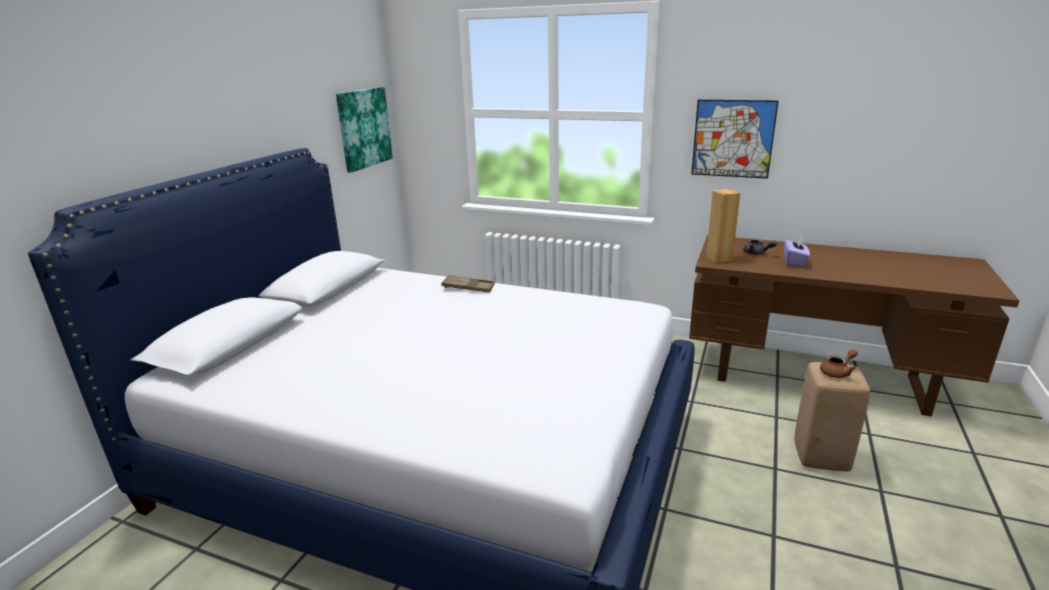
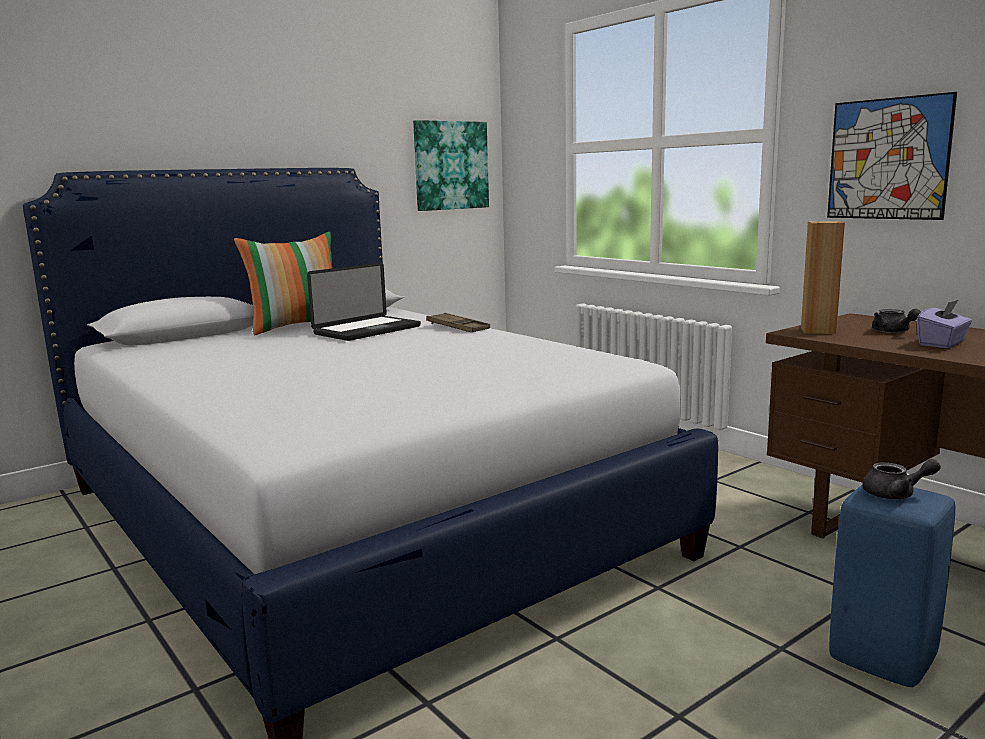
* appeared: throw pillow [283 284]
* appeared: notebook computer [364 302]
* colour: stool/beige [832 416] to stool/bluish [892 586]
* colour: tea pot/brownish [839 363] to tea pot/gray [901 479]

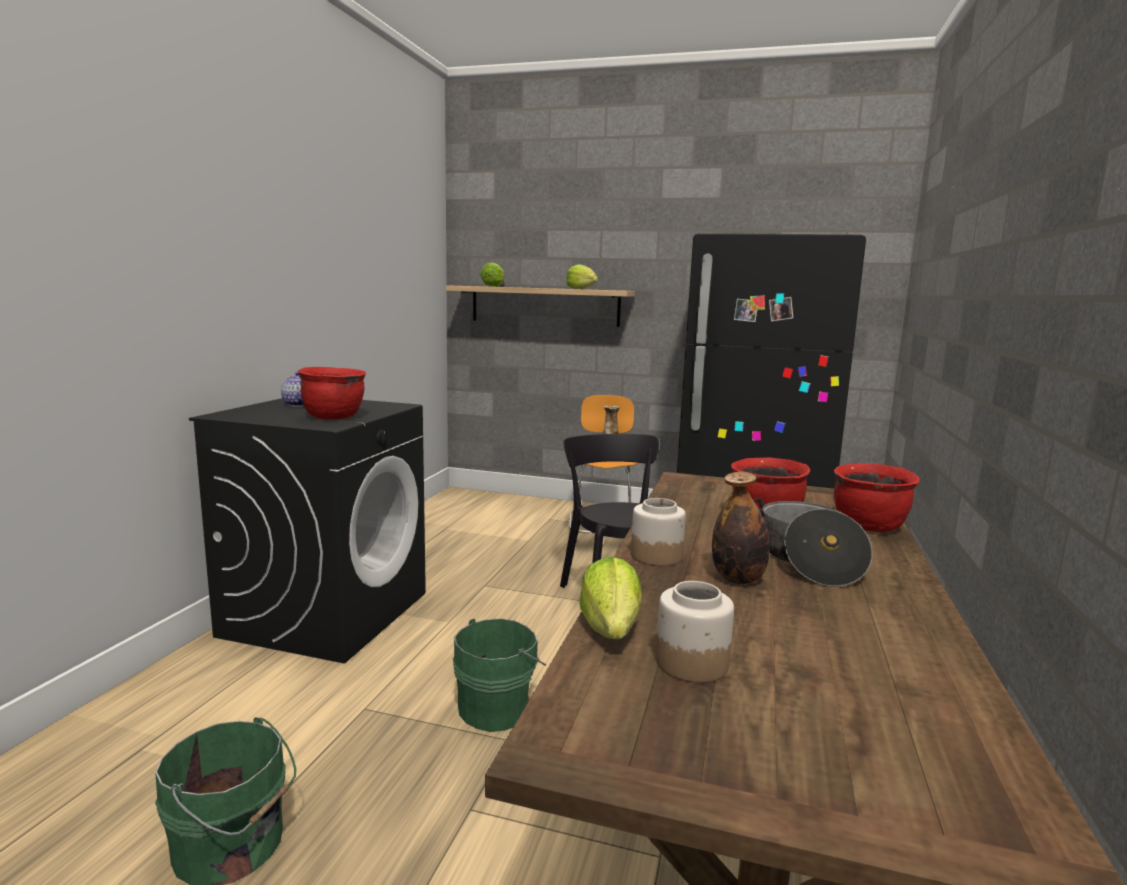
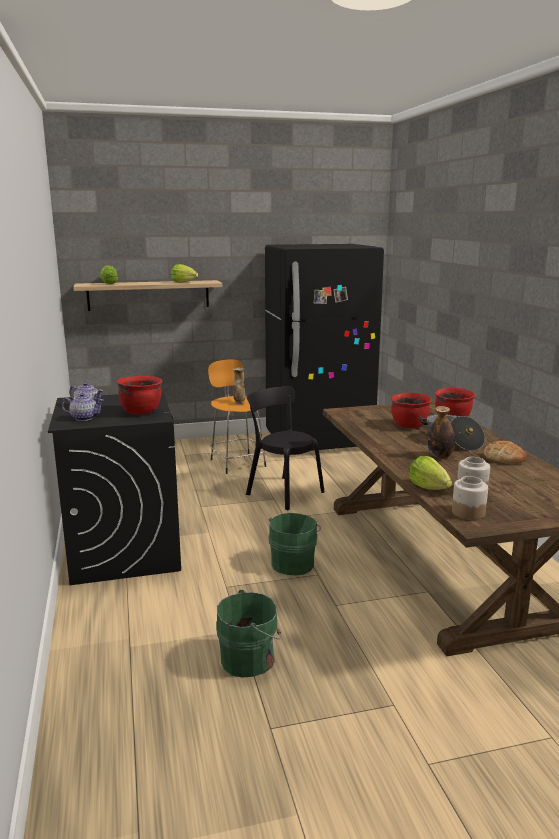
* appeared: tea pot [83 407]
* appeared: bread [505 452]
* relocated: preserve jar [658 532] to [470 498]

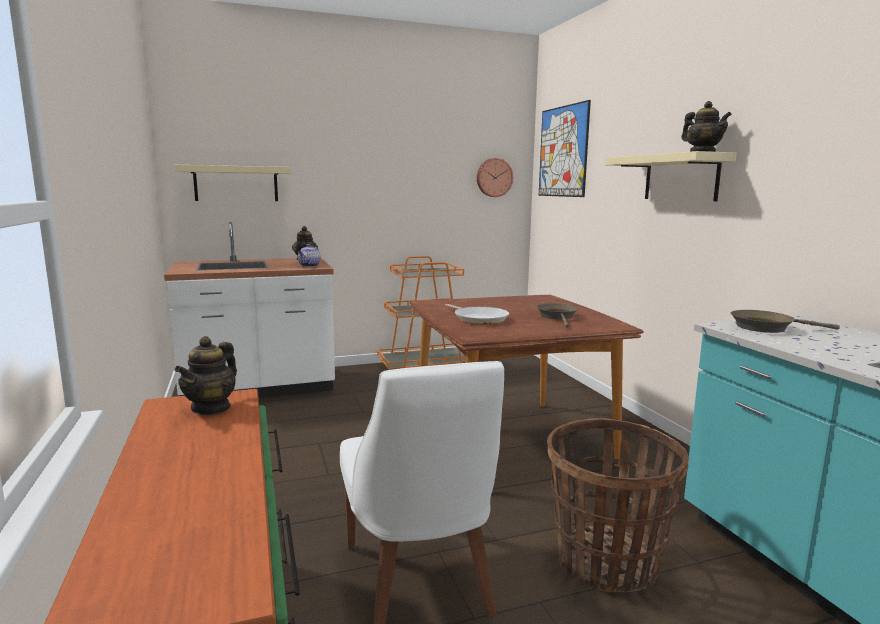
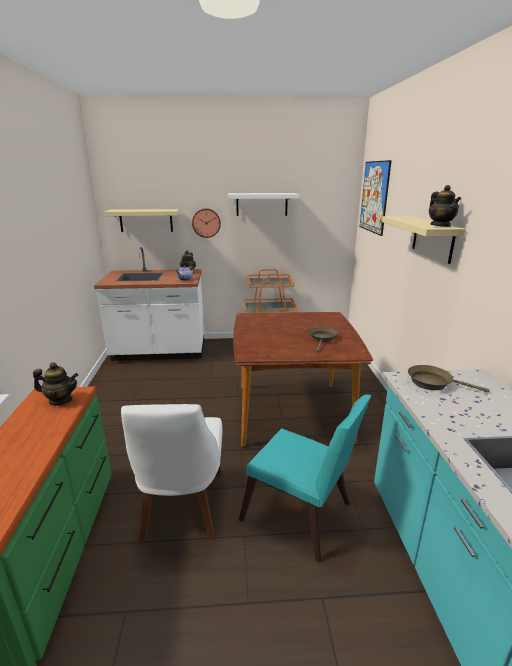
* missing: skillet [477 314]
* appeared: bracket shelf/white-coloured [264 204]
* relocated: clock on the wall [495 177] to [206 223]
* exchanged: basket [618 505] to chair/turquoise-coloured [305 479]
* spun: tea pot [206 375] = [55 384] 120 degrees counterclockwise

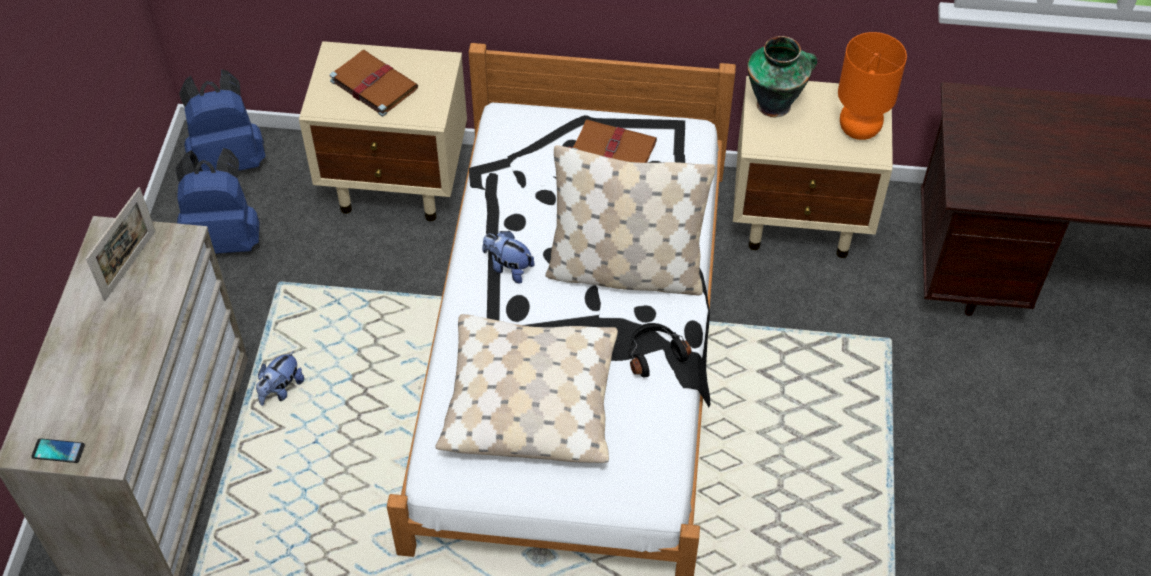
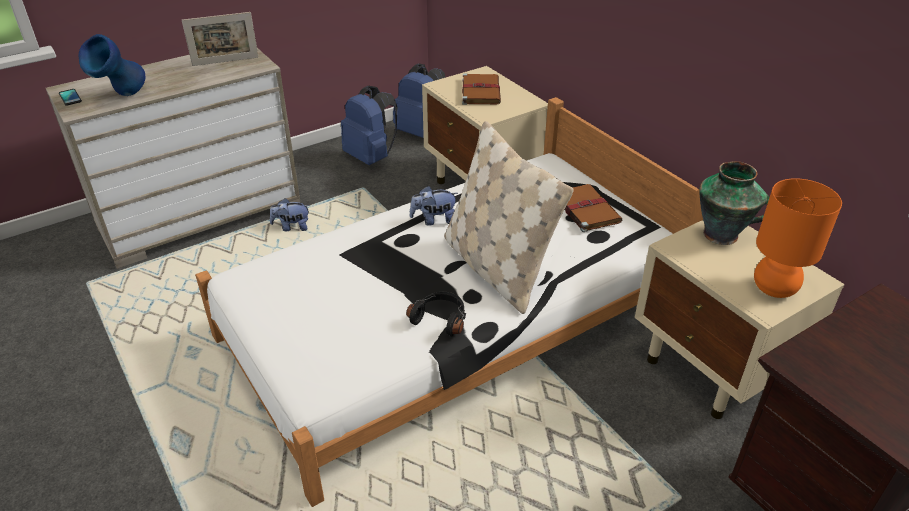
* missing: throw pillow/beige [526 388]
* appeared: vase/bluish [112 65]
* spun: cuddly toy [508 257] = [433 206] 90 degrees counterclockwise

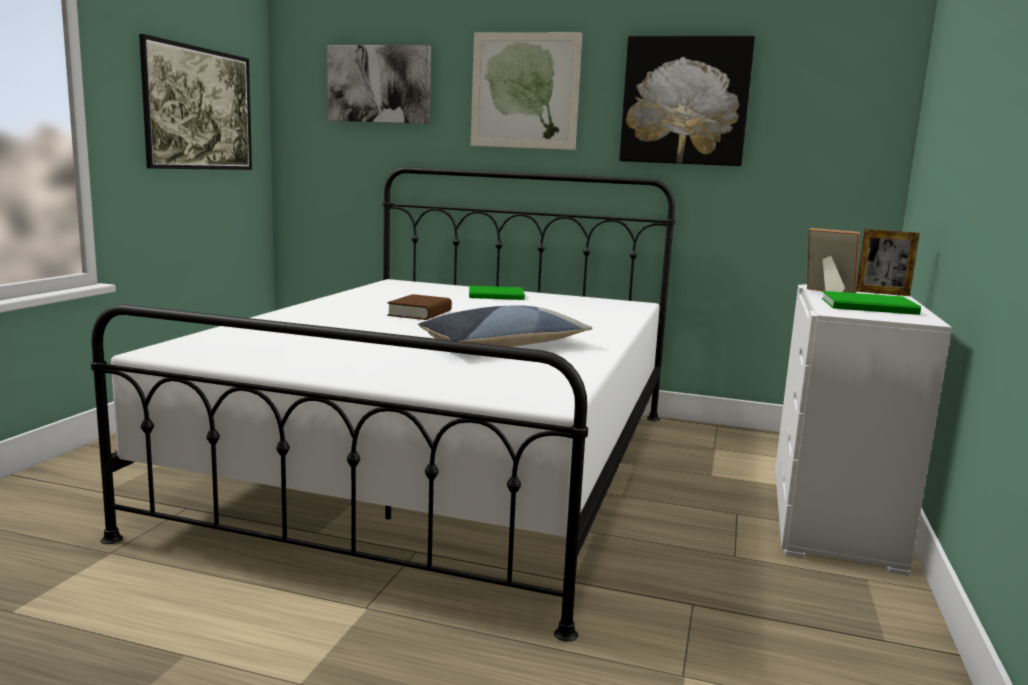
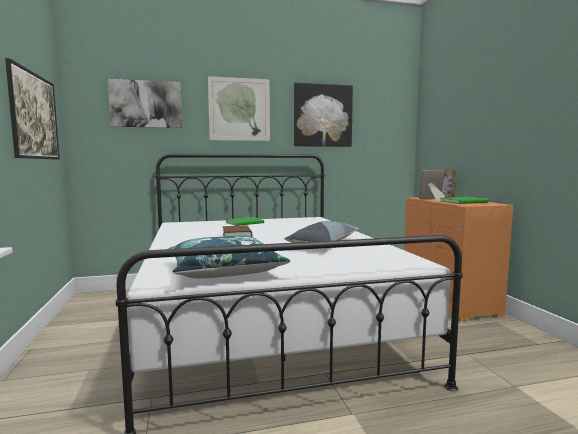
* appeared: throw pillow/bluish [229 257]
* colour: dresser/white-coloured [863 430] to dresser/orange-coloured [458 259]

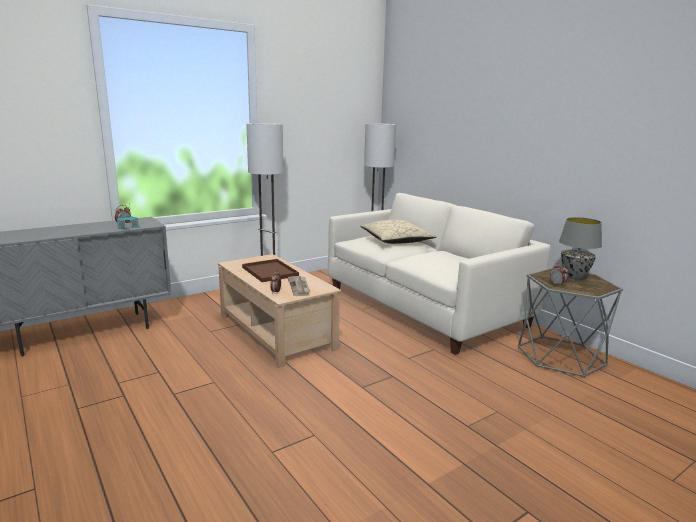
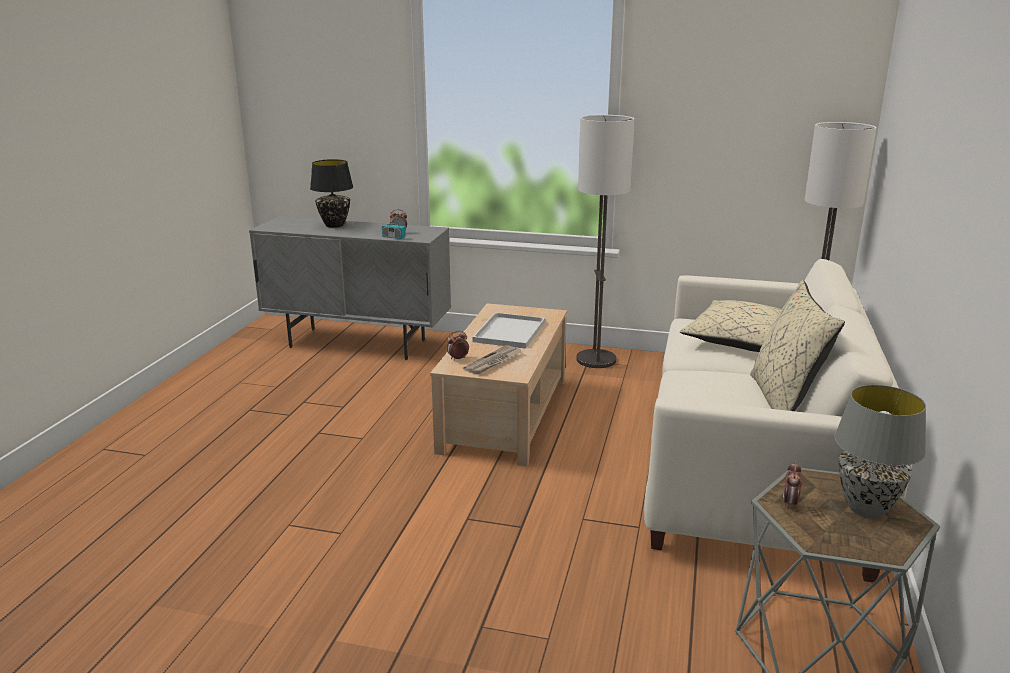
* appeared: table lamp/blackish [331 193]
* appeared: throw pillow/beige [797 345]
* colour: tray/brownish [270 270] to tray/white-coloured [508 330]

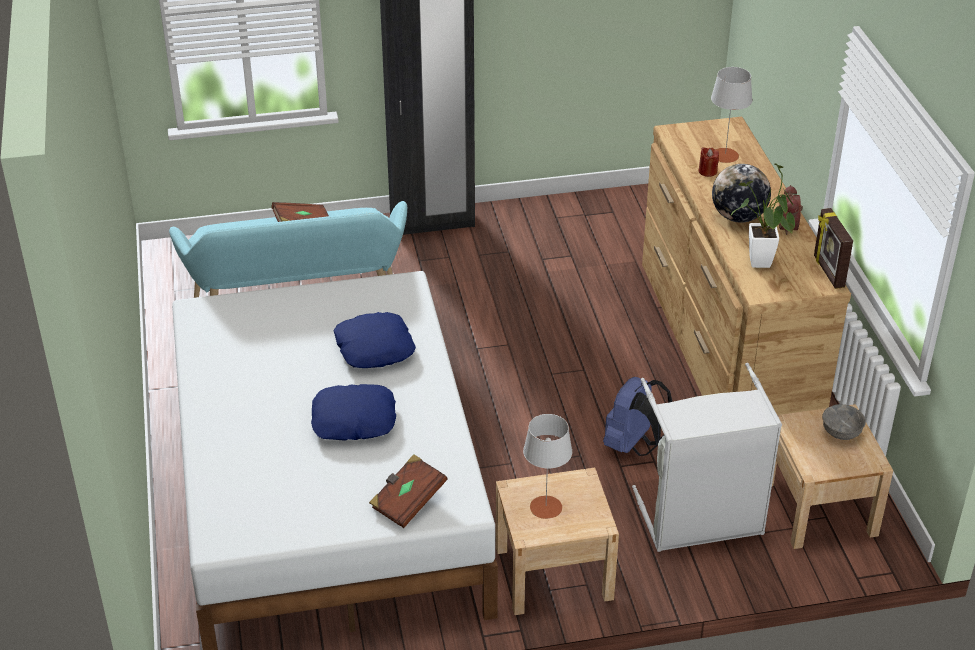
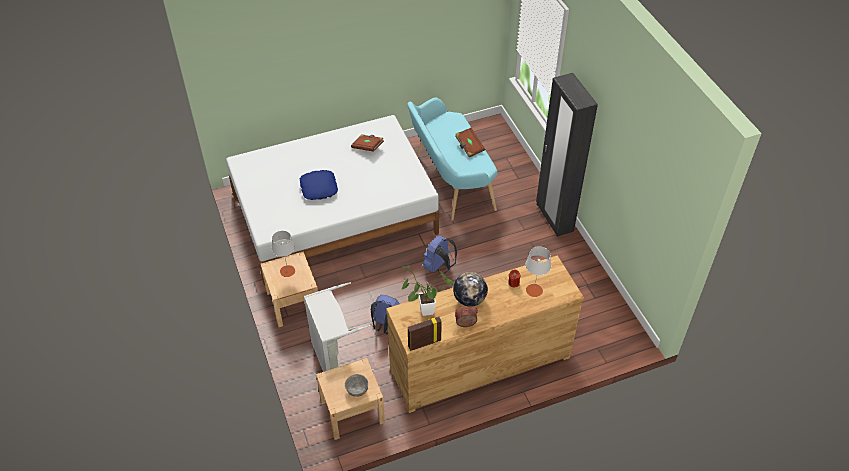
* missing: throw pillow/bluish [374 340]
* appeared: backpack/bluish [440 255]
* relocated: book/brownish [408 491] to [367 143]

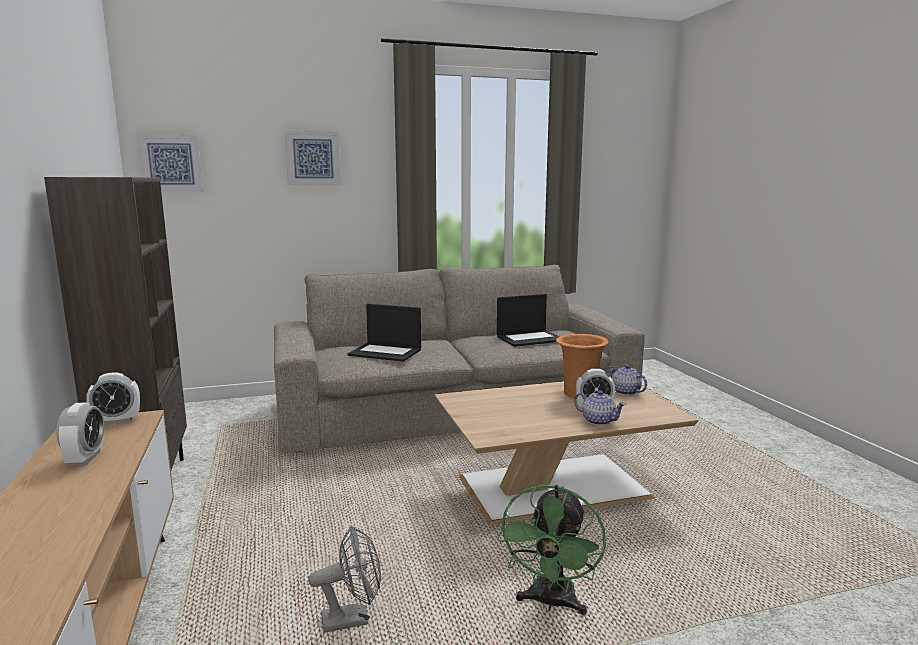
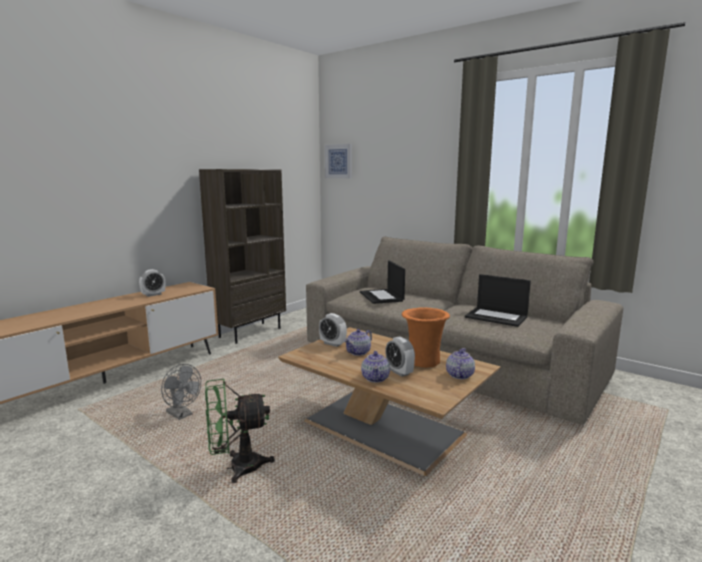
* missing: wall picture [313 158]
* appeared: tea pot [358 342]
* relocated: table clock [113 398] to [333 330]

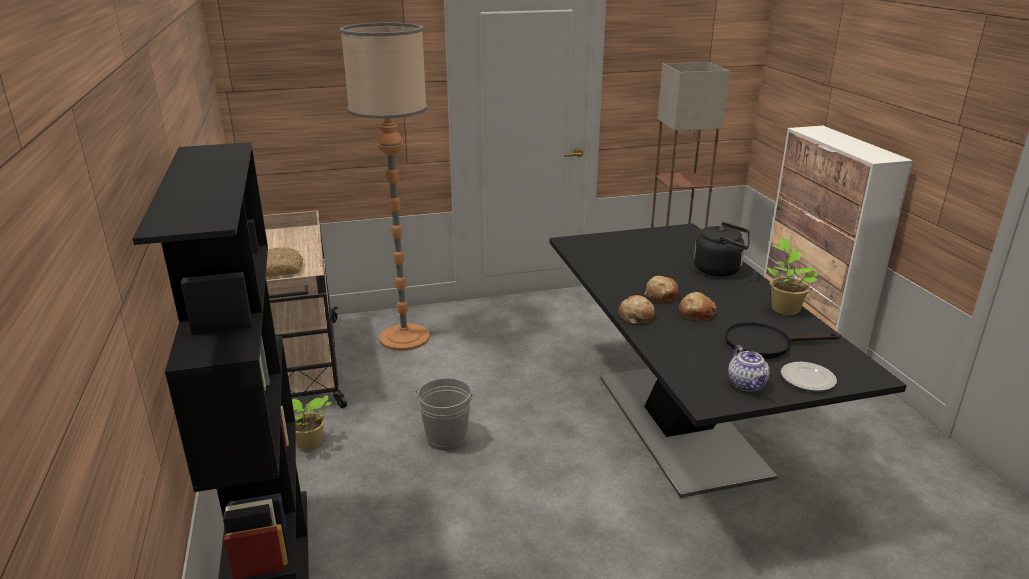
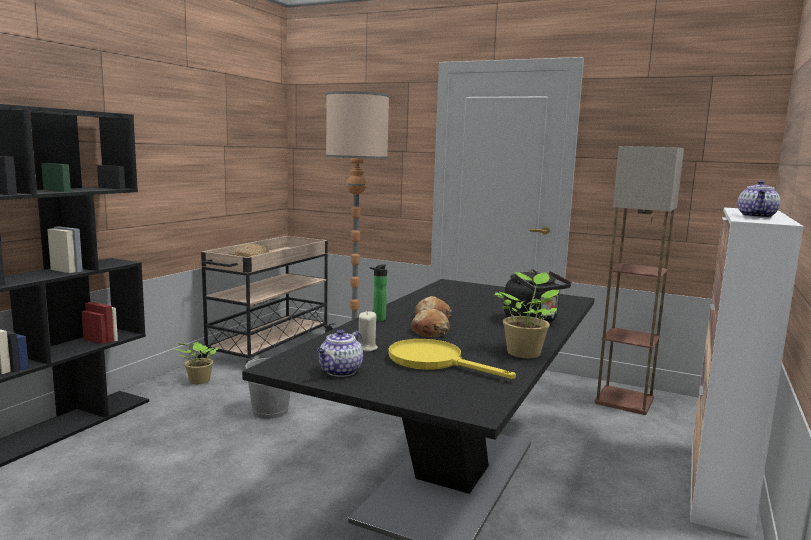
* missing: plate [809 376]
* appeared: wax candle/beige [368 331]
* appeared: tea pot [759 199]
* exchanged: bread [636 309] to beverage bottle [378 293]
* colour: skillet/blackish [783 340] to skillet/yellow-coloured [452 359]

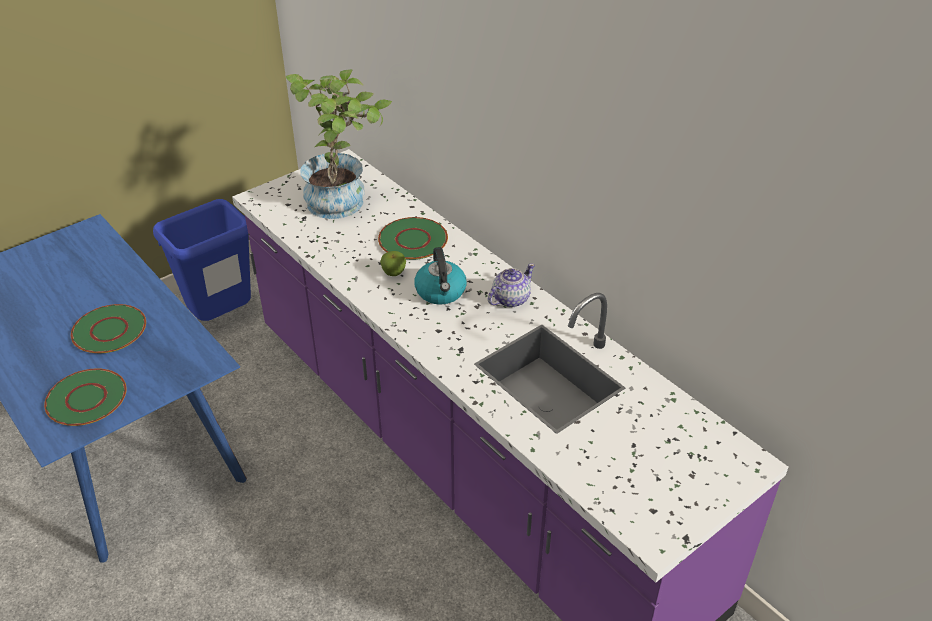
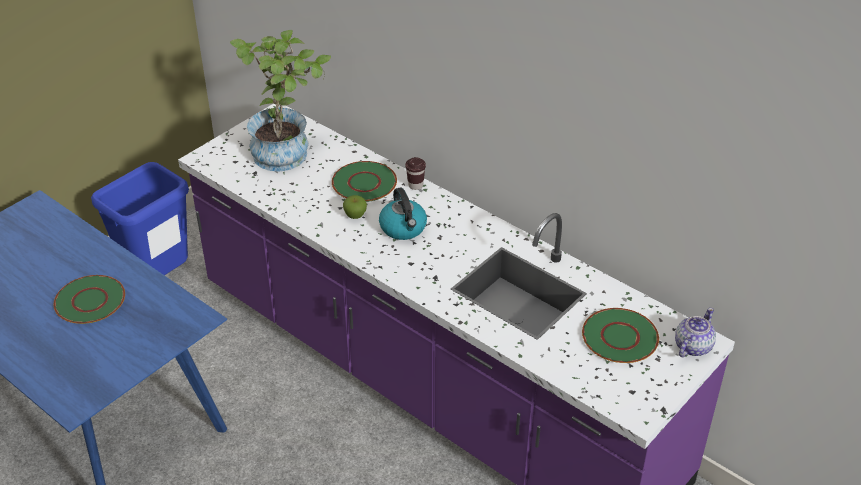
* appeared: drinking cup/brownish [415 173]
* relocated: plate/green-coloured [85 397] to [620 335]
* relocated: tea pot [511 285] to [695 332]

